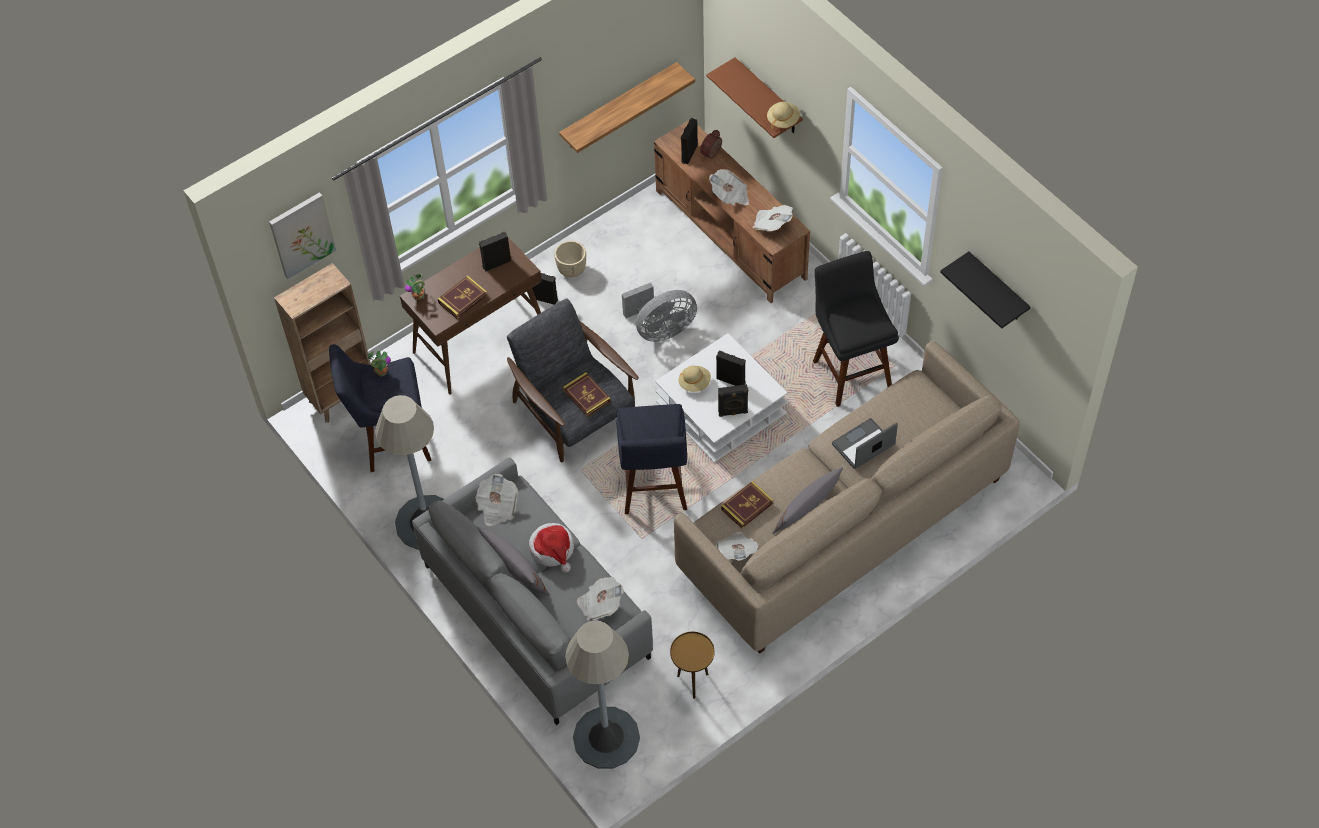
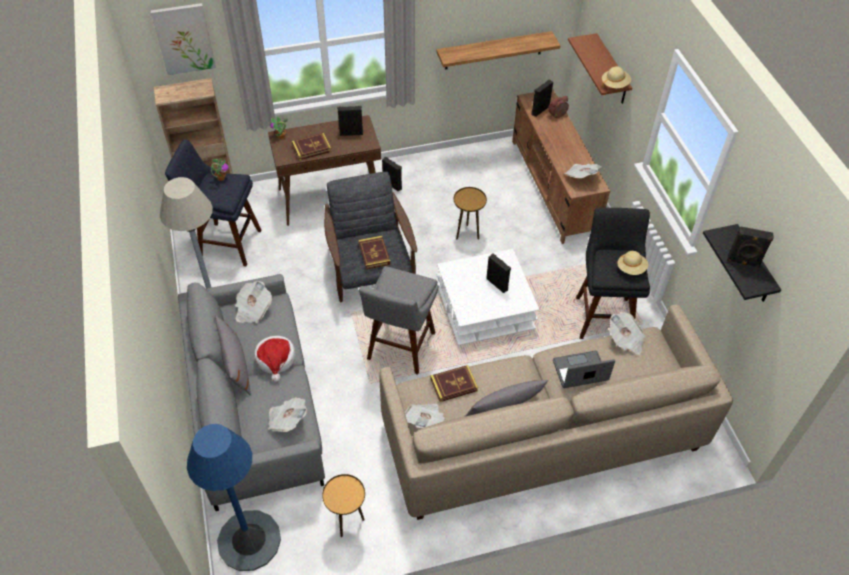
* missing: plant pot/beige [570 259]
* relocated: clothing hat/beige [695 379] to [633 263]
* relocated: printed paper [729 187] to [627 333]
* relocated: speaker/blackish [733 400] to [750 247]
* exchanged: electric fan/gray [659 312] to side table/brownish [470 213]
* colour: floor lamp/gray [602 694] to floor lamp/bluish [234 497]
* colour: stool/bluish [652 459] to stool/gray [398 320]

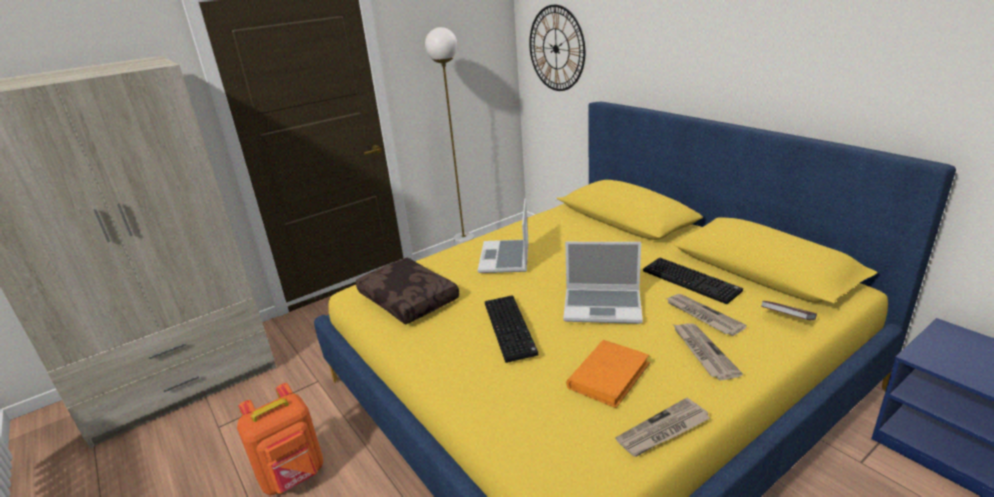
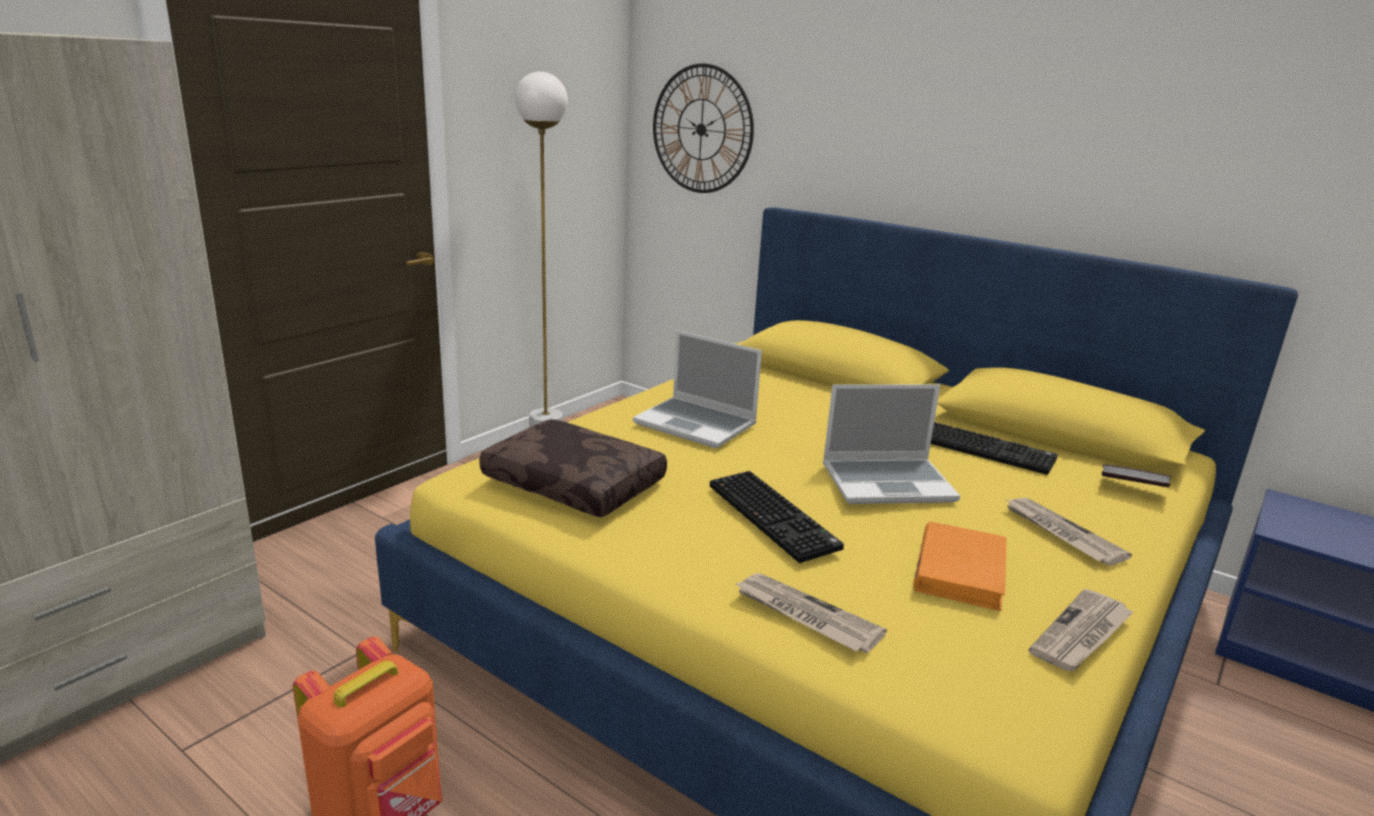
* relocated: printed paper [706 315] to [810 613]
* spun: notebook computer [503 236] = [697 389] 45 degrees counterclockwise

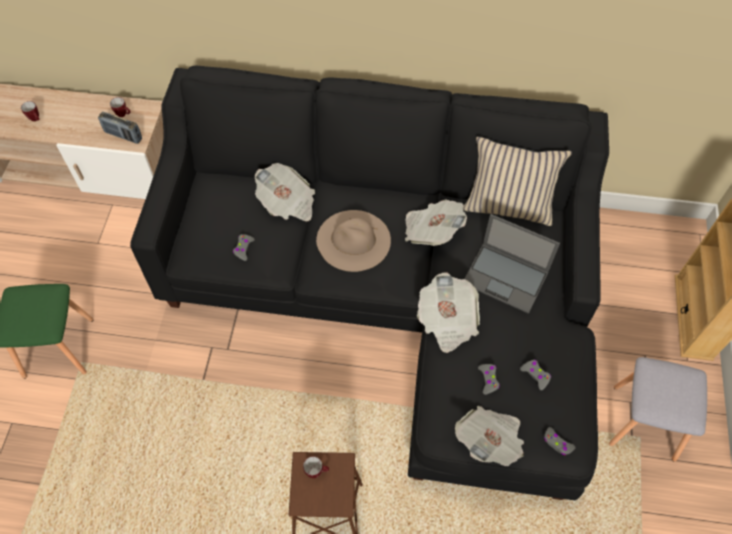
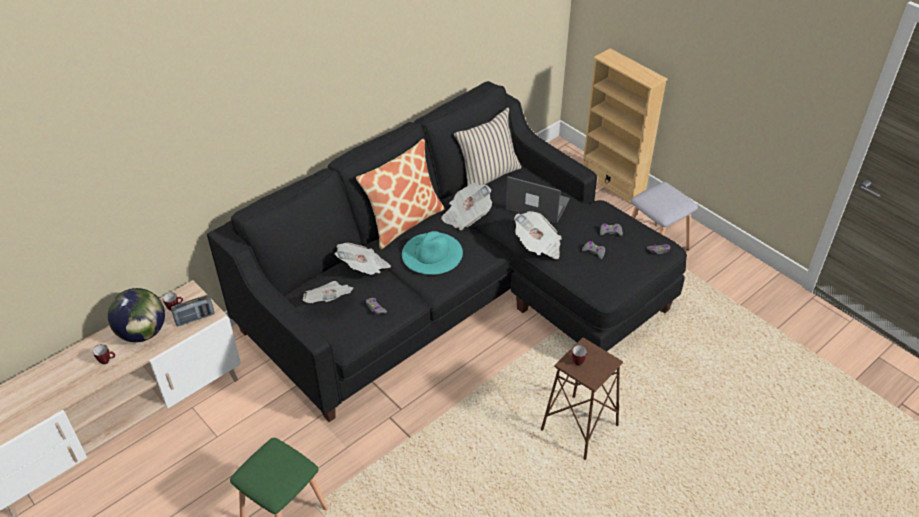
* appeared: desk globe [136 315]
* appeared: throw pillow [400 194]
* relocated: printed paper [489 436] to [328 292]
* colour: clothing hat/beige [353 241] to clothing hat/turquoise-coloured [432 253]
* spun: notebook computer [512 264] = [538 200] 135 degrees counterclockwise

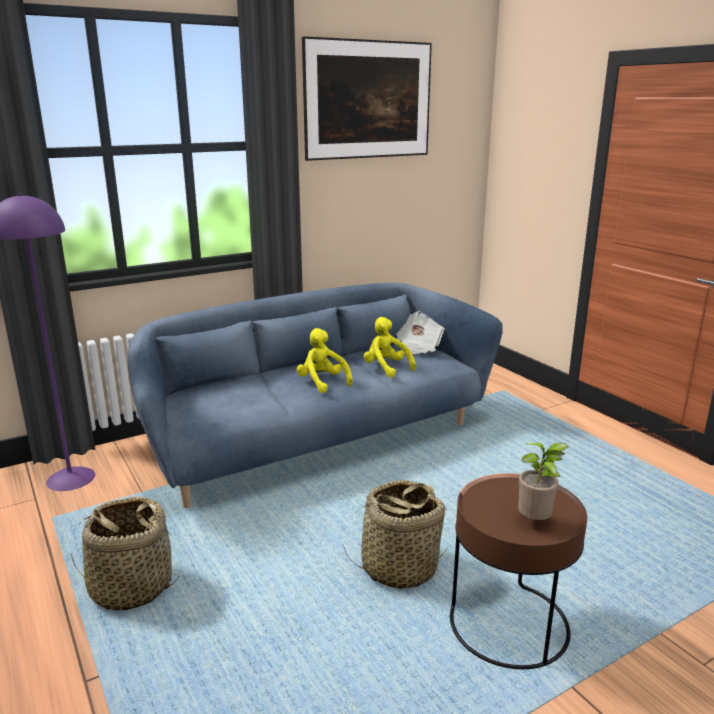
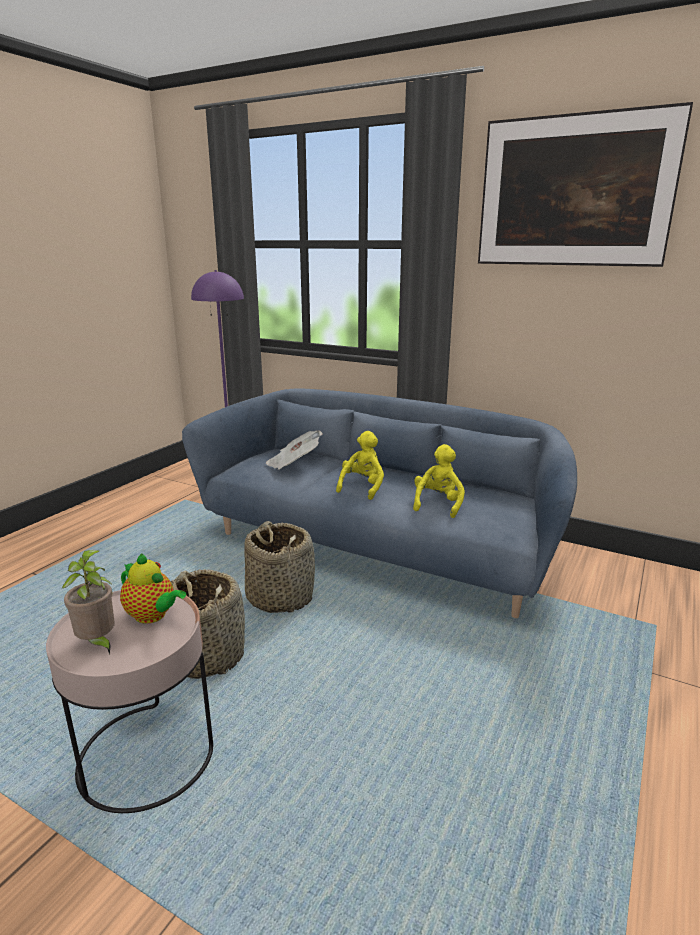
* appeared: tea pot [153 589]
* relocated: basket [125 554] to [279 567]
* relocated: printed paper [420 333] to [294 450]
* colour: side table/brownish [518 571] to side table/pink [129 701]

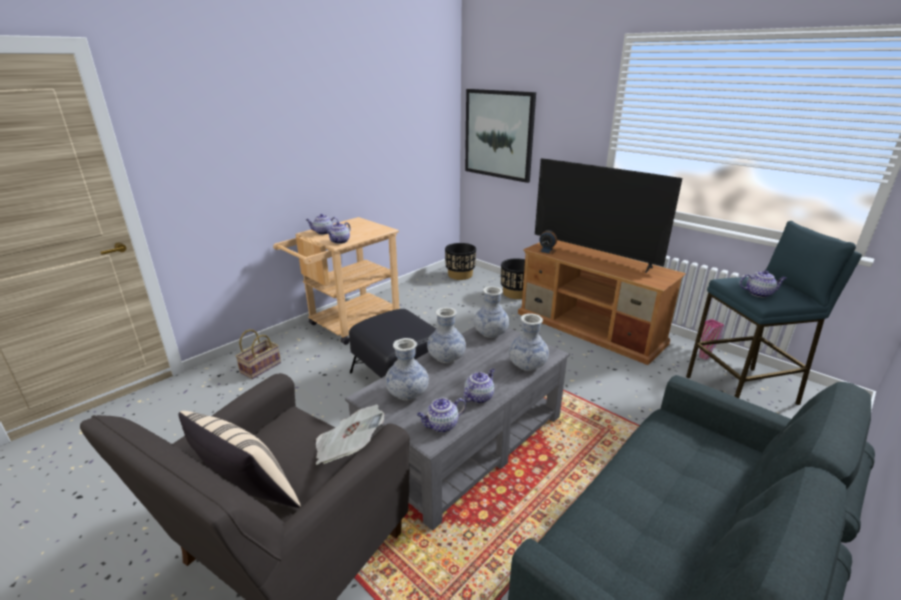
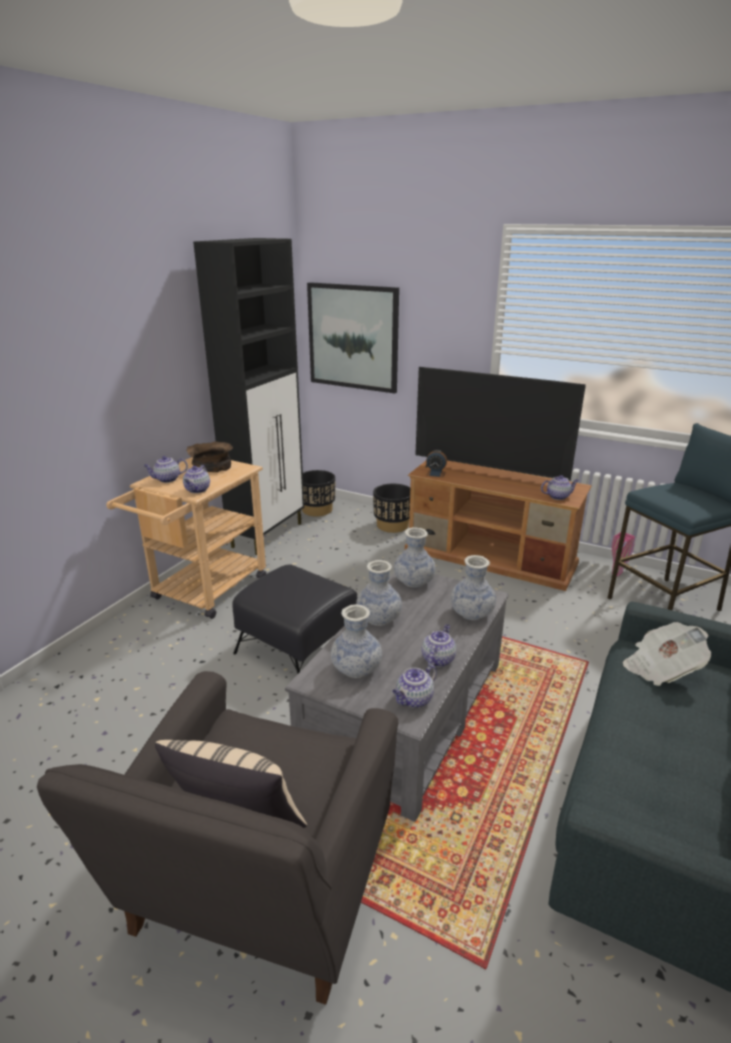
* missing: basket [258 354]
* appeared: bowl/brownish [209 457]
* appeared: cabinet/blackish [248 396]
* relocated: printed paper [350 435] to [667 654]
* relocated: tea pot [763 283] to [560 487]

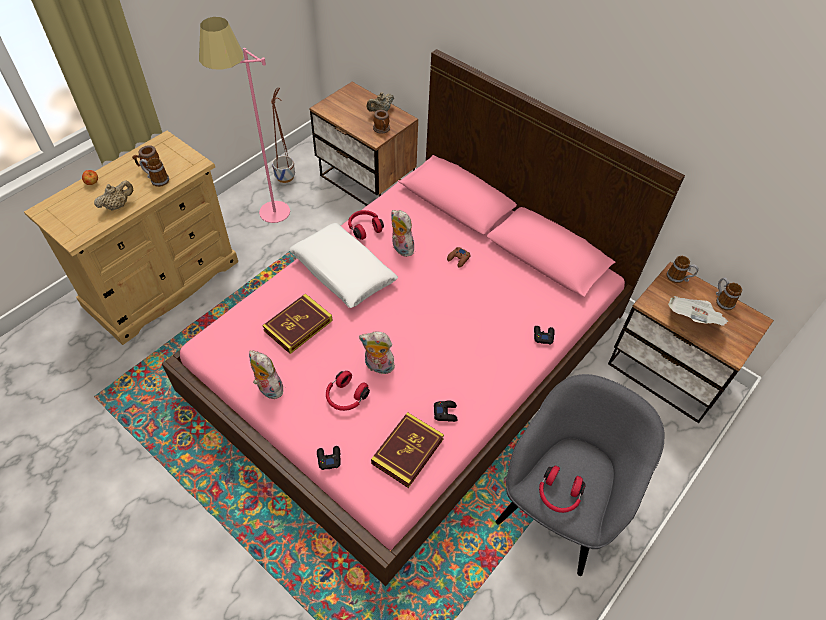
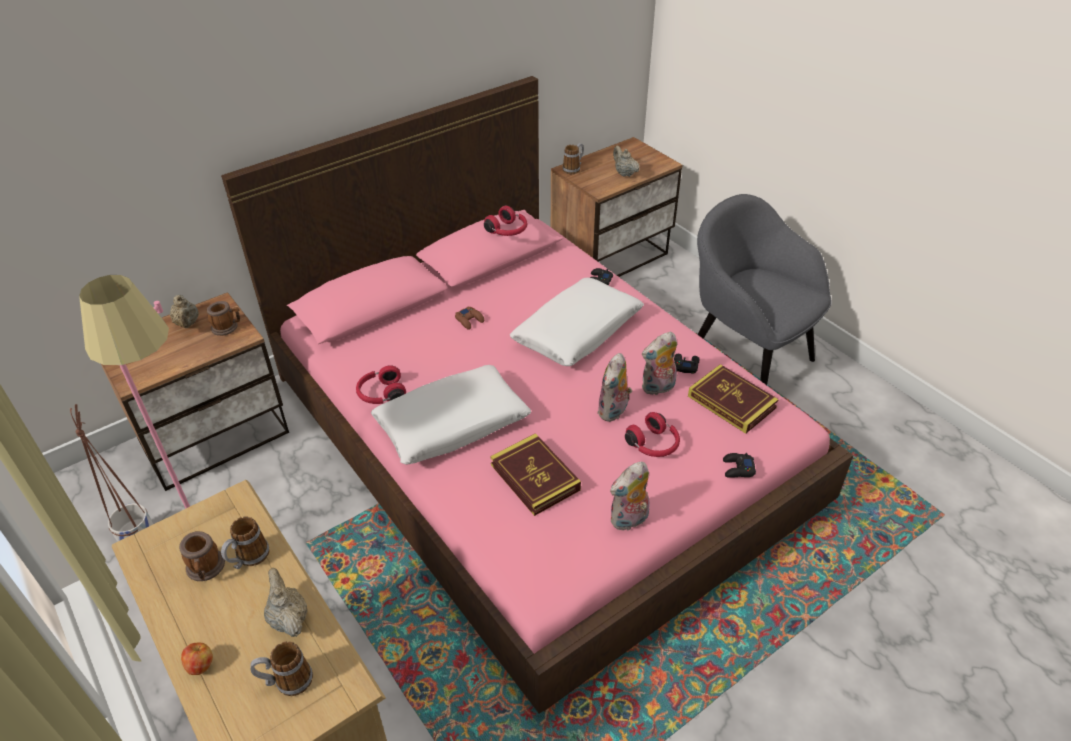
* appeared: throw pillow/white-coloured [577 322]
* relocated: cuddly toy [402 233] to [659 363]
* relocated: headset/red-coloured [562 489] to [505 221]
* relocated: mug [729 294] to [282 669]
* exchanged: printed paper [698 310] to tea pot/beige [626 161]

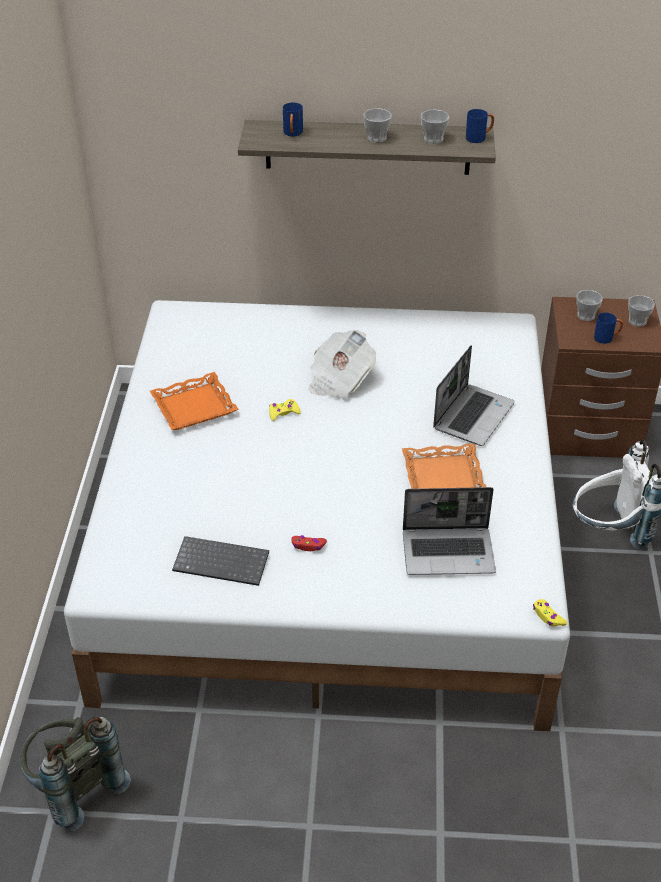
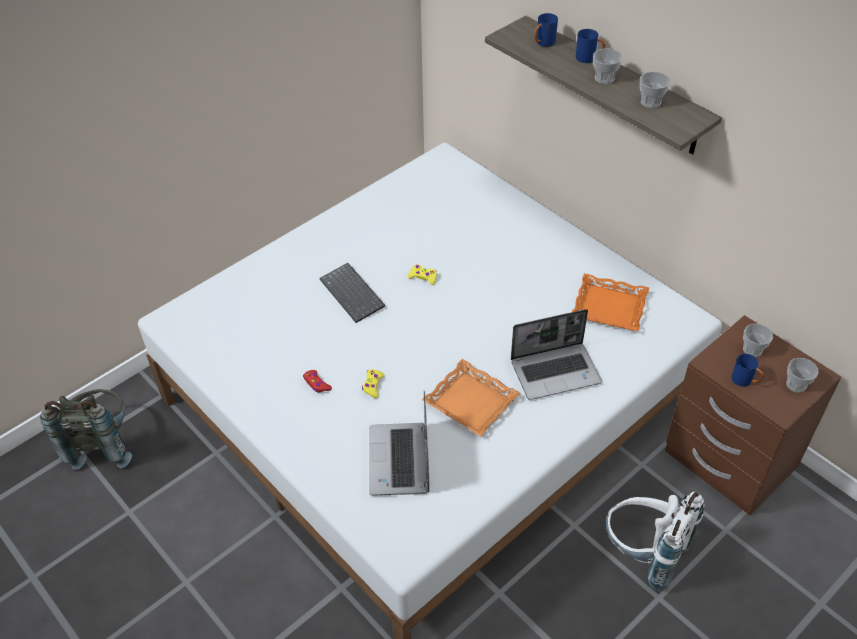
* missing: printed paper [342 364]
* relocated: tray/orange-coloured [194 401] to [610 302]
* relocated: PC keyboard [220 561] to [352 293]
* relocated: mug/bluish [480 126] to [590 46]
* relocated: gamepad/yellow-coloured [550 613] to [373 383]
* spun: notebook computer [449 531] = [399 443] 45 degrees clockwise

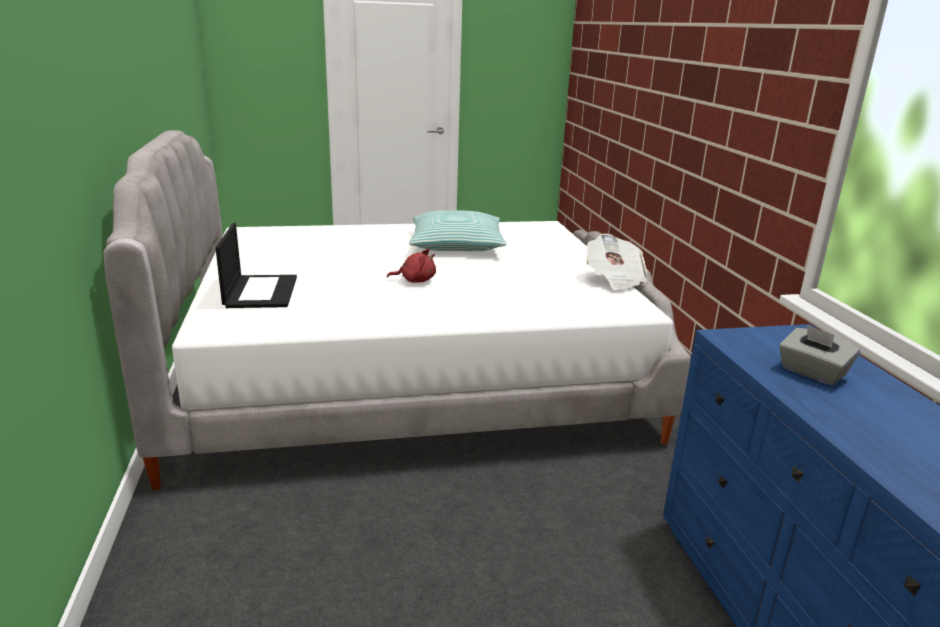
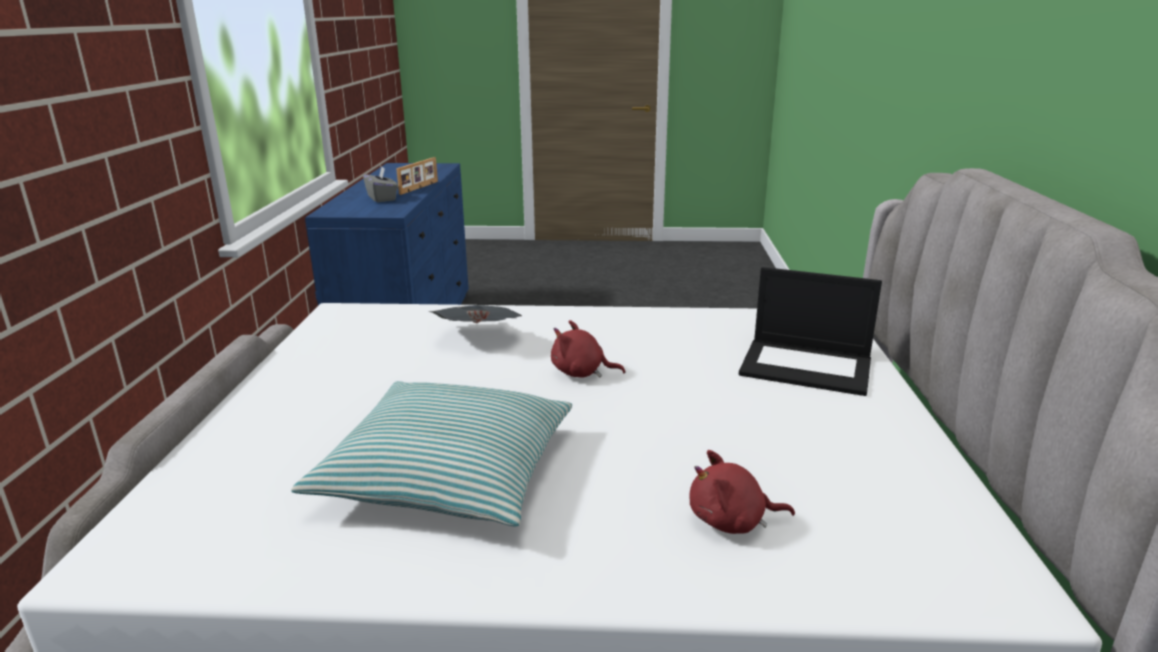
* appeared: picture frame [417 176]
* appeared: cuddly toy/red-coloured [742 492]
* relocated: printed paper [617 262] to [475 314]
* spun: notebook computer [256 265] = [810 331] 75 degrees counterclockwise

